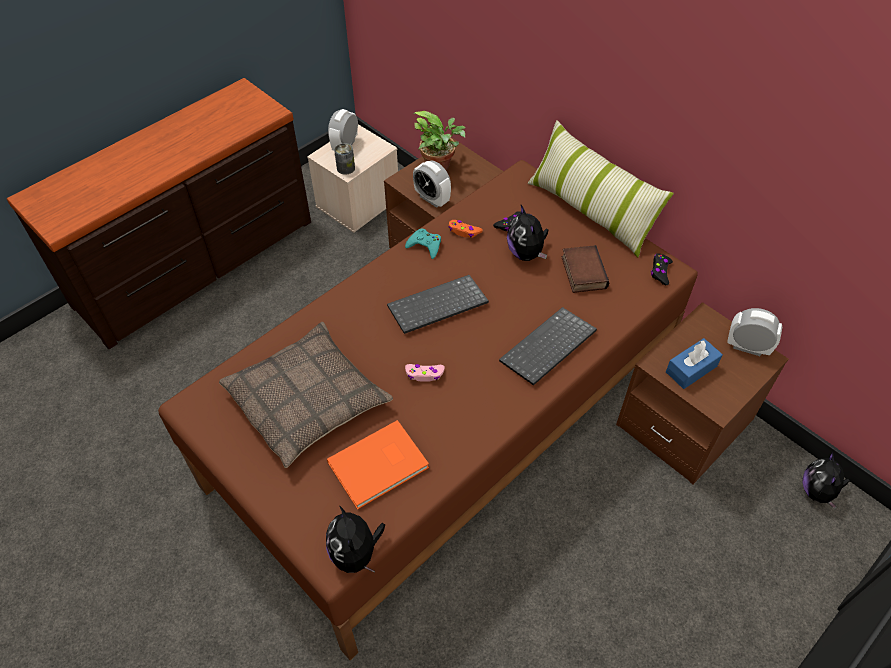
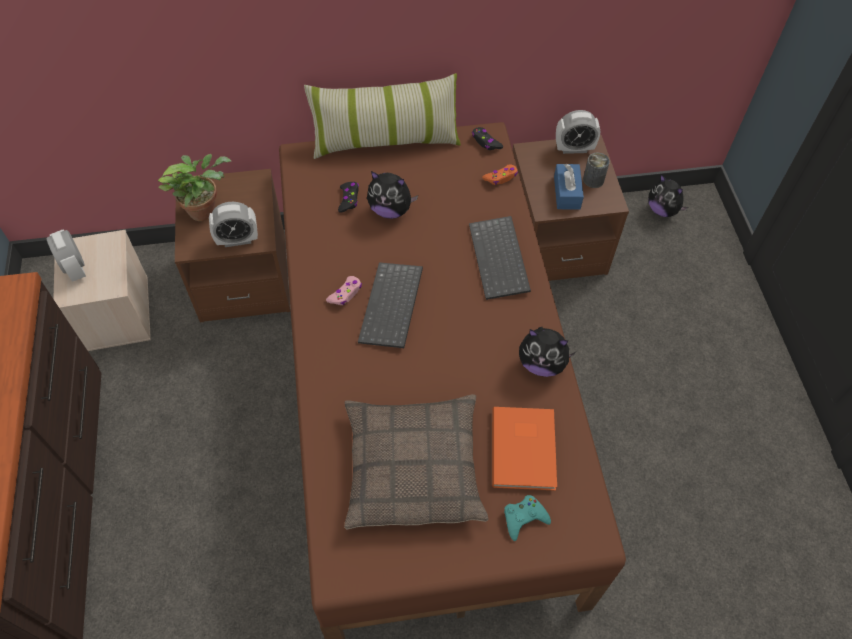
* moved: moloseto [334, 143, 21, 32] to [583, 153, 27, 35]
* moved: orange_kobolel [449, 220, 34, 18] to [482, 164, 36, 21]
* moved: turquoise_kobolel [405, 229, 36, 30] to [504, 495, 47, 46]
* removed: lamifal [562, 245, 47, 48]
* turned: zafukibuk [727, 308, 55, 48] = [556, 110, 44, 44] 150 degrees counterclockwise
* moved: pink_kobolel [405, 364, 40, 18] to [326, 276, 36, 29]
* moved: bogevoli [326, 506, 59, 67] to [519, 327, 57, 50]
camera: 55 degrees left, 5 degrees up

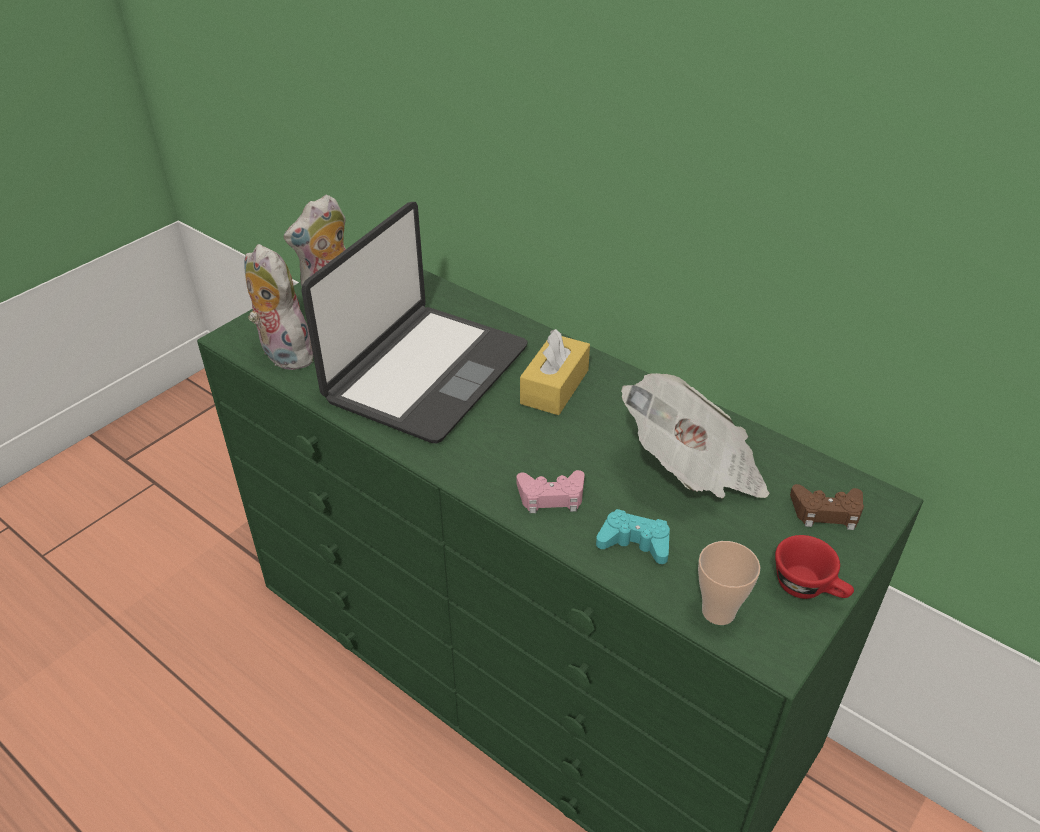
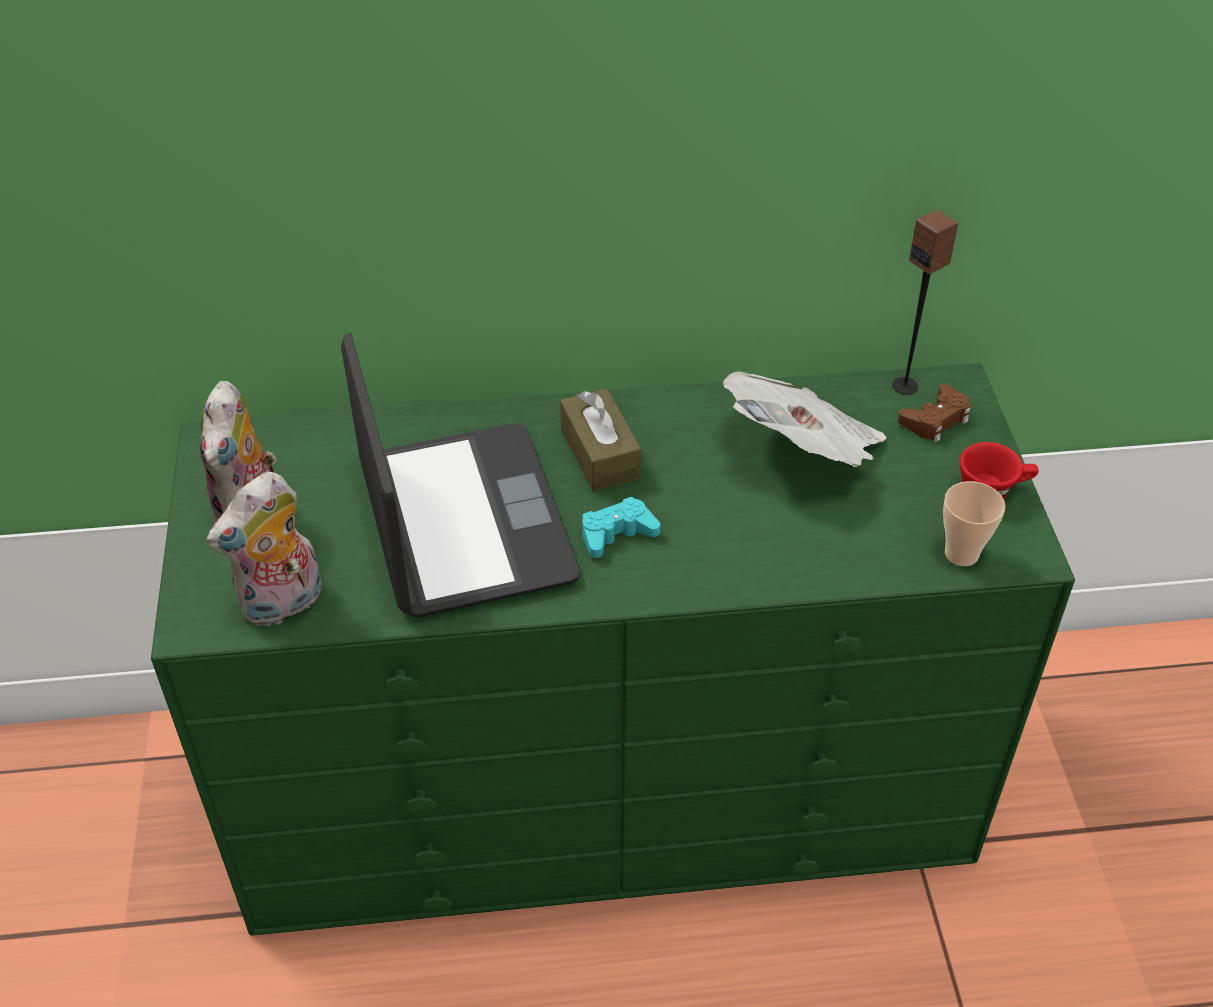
* turned: bogevoli [244, 244, 70, 126] = [206, 472, 116, 156] 45 degrees counterclockwise
* recoloured: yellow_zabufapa [520, 329, 70, 86] to brown_zabufapa [560, 389, 82, 103]
* removed: pink_kobolel [517, 470, 68, 43]
* moved: turquoise_kobolel [596, 509, 74, 55] to [582, 497, 78, 61]
* added: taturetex [892, 209, 67, 186]
camera: 45 degrees left, 5 degrees up

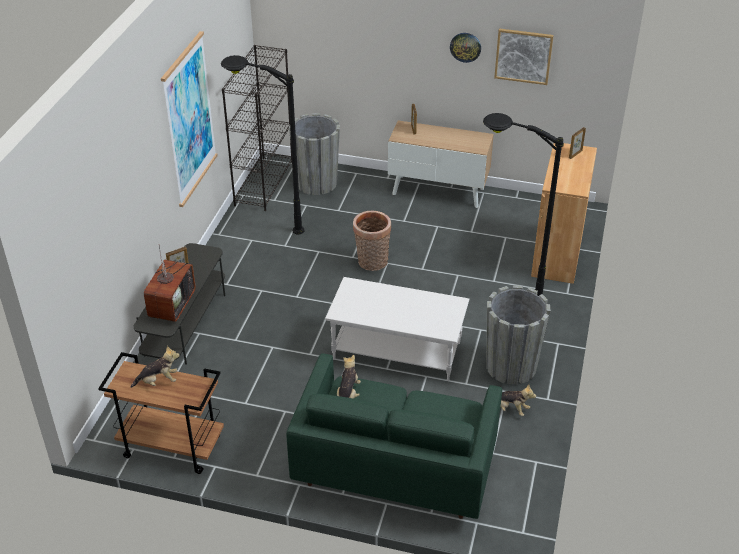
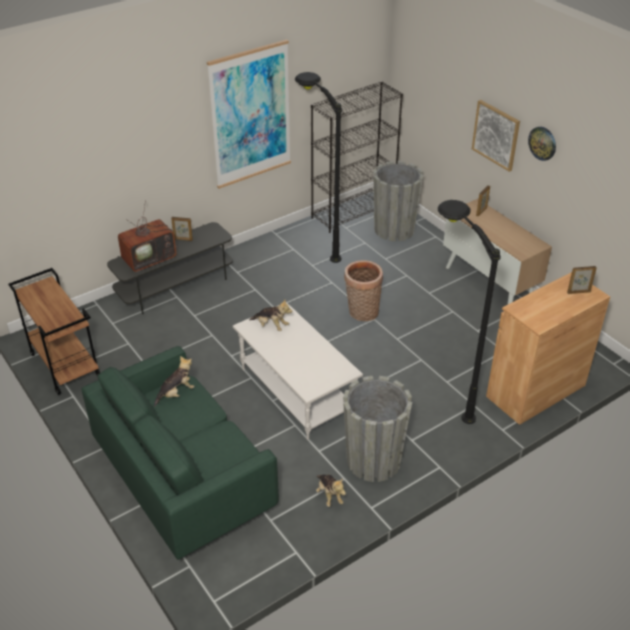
* moved: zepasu [494, 28, 60, 57] to [472, 100, 48, 72]
* moved: bogevoli [131, 346, 49, 42] to [249, 300, 44, 31]
camera: 40 degrees right, 0 degrees up

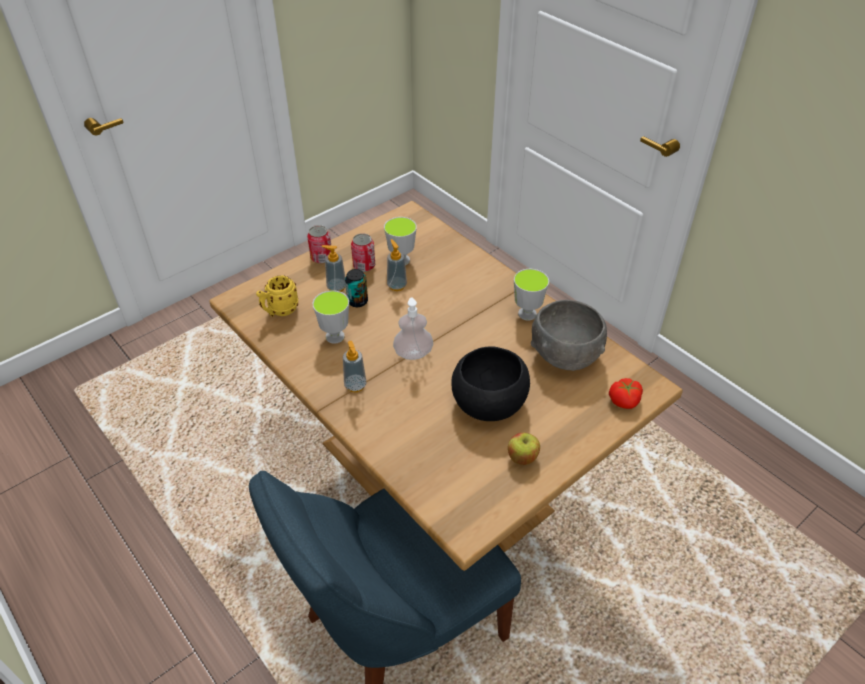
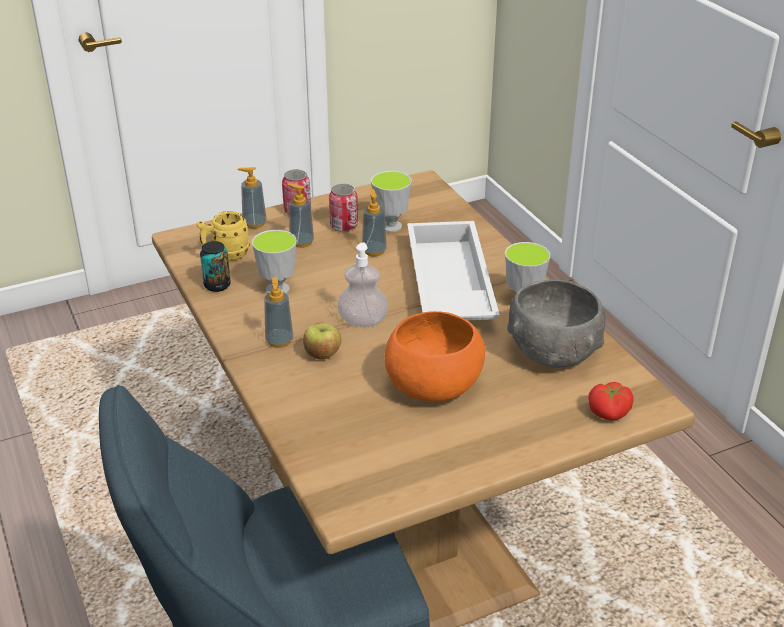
* moved: moloseto [345, 269, 23, 38] to [200, 241, 31, 51]
* recoloured: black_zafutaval [451, 346, 79, 75] to orange_zafutaval [384, 311, 101, 91]
* moved: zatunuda [508, 433, 32, 32] to [303, 323, 38, 37]
* added: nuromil [237, 167, 30, 62]
* added: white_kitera [407, 221, 93, 99]
camera: 15 degrees right, 10 degrees down

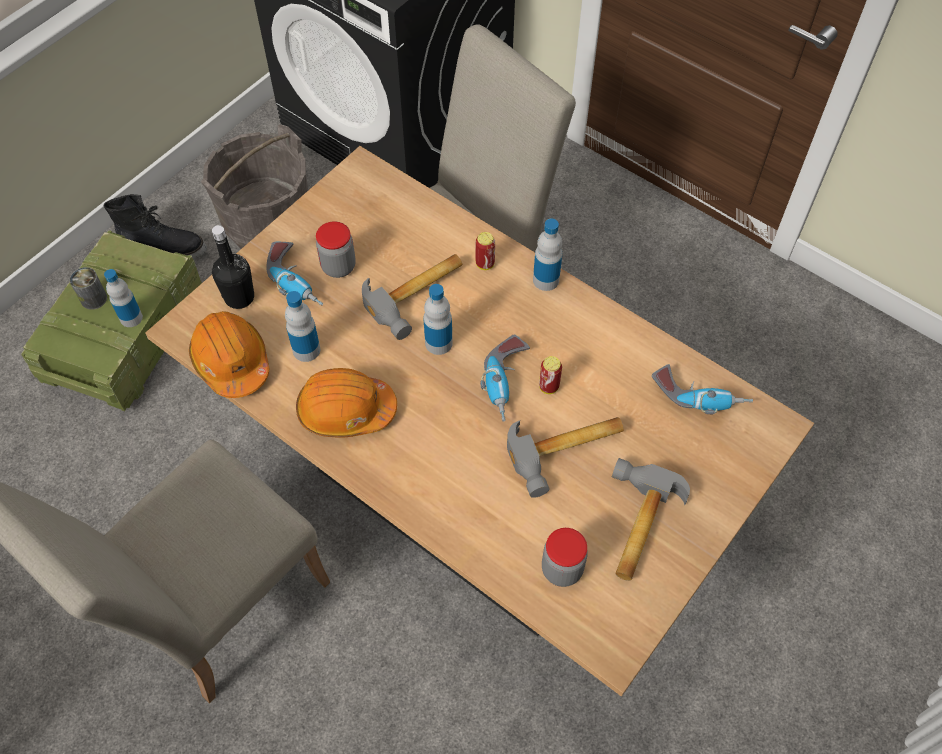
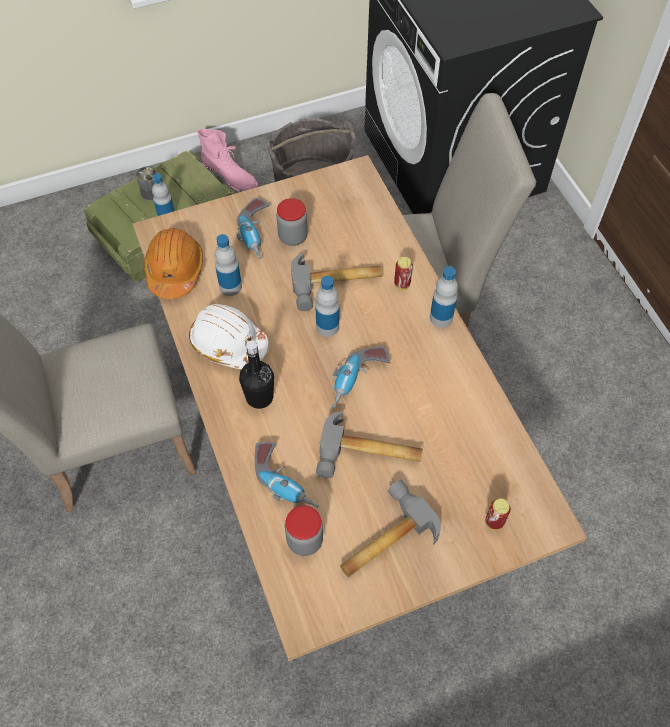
* recoloured: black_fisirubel [104, 194, 103, 66] to pink_fisirubel [197, 129, 61, 64]
* moved: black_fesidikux [212, 225, 42, 84] to [239, 340, 35, 69]
* moved: moloseto [539, 356, 23, 38] to [485, 499, 26, 31]
* moved: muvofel [652, 364, 101, 50] to [255, 442, 64, 66]
* recoloured: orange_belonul [296, 368, 101, 70] to white_belonul [189, 304, 80, 65]
camera: 30 degrees right, 0 degrees up

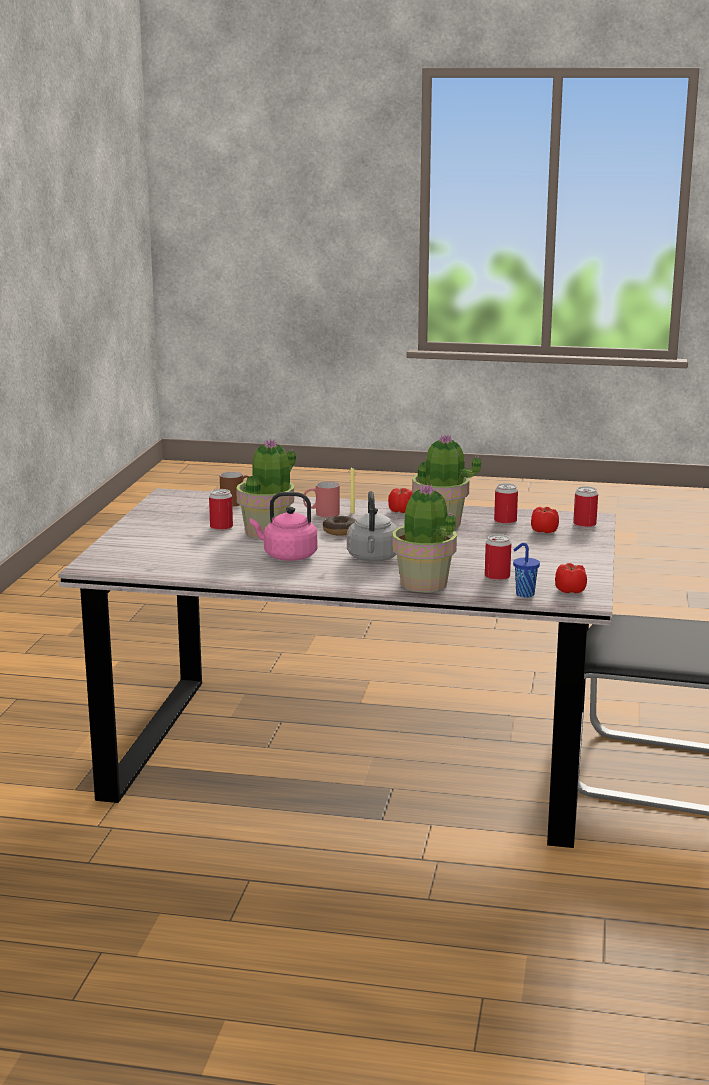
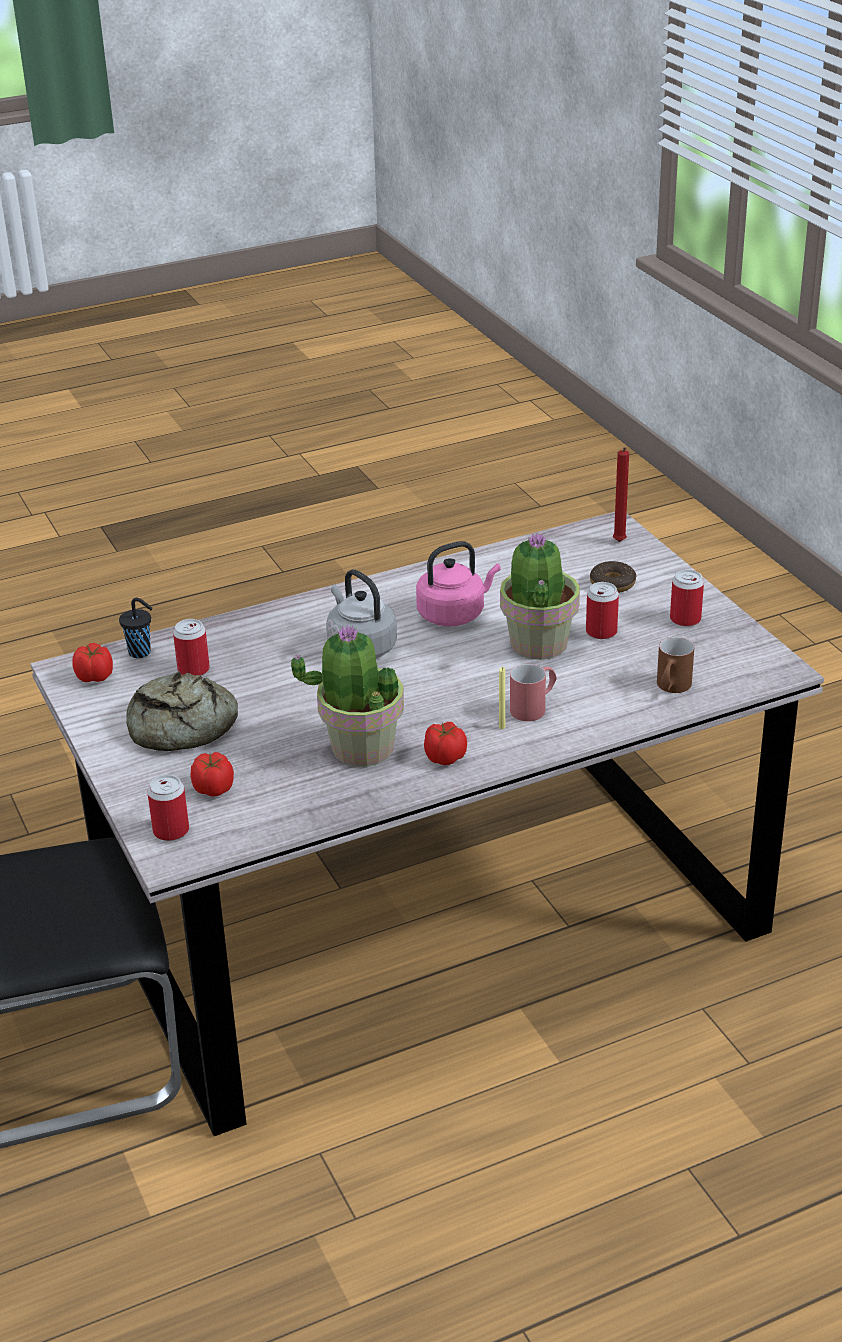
* moved: moloseto [494, 483, 24, 41] to [670, 569, 34, 58]
* removed: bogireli [392, 484, 65, 108]
* moved: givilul [323, 516, 33, 20] to [590, 561, 46, 32]
* recoloured: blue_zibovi [513, 543, 27, 54] to black_zibovi [119, 598, 34, 60]
* added: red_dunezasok [613, 447, 16, 95]
* added: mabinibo [126, 671, 112, 80]
camera: 145 degrees right, 15 degrees up

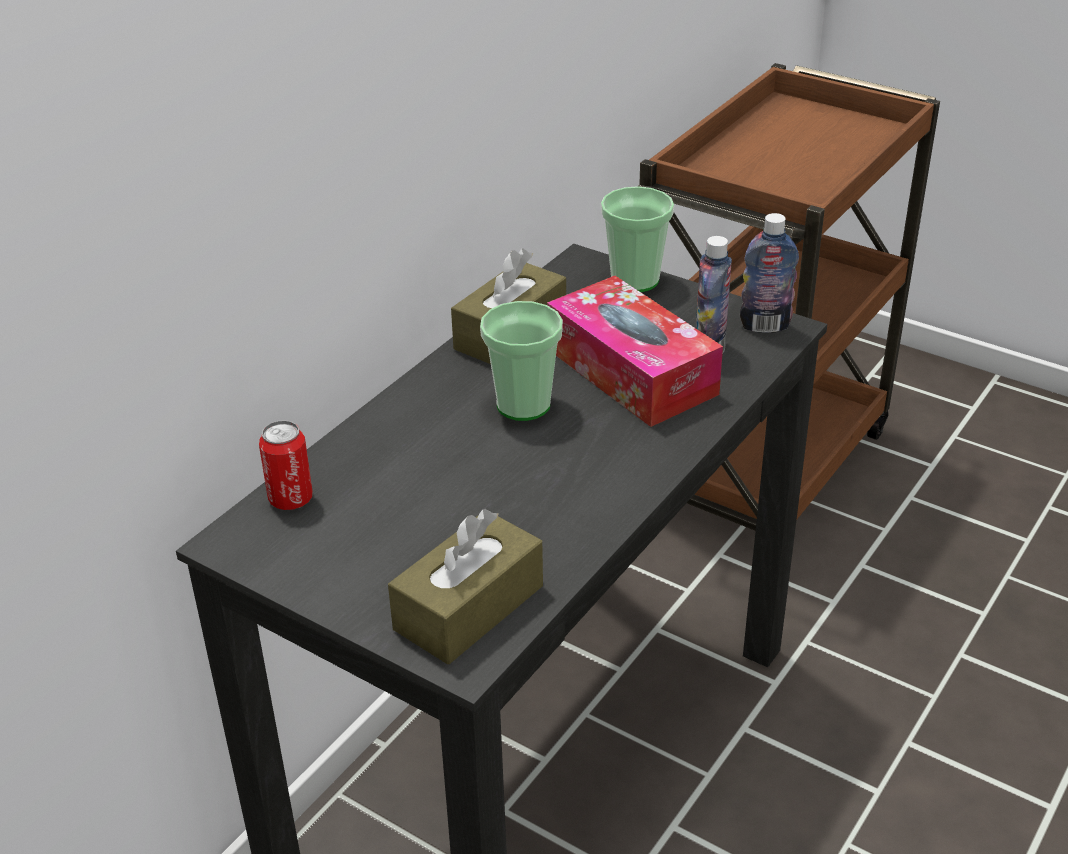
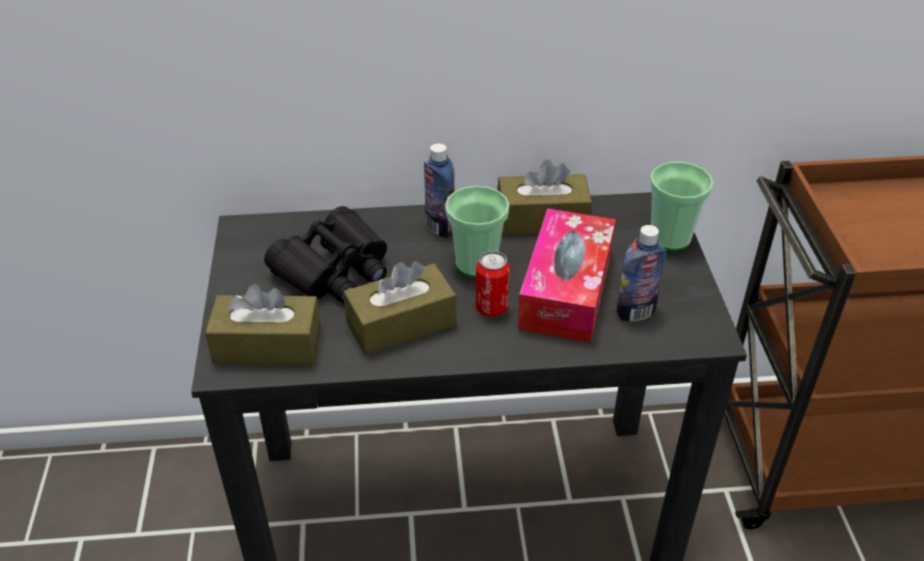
* moved: fesidikux [740, 213, 59, 120] to [424, 143, 30, 95]
* moved: moloseto [259, 420, 54, 90] to [476, 251, 34, 65]
* added: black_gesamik [264, 206, 123, 97]
* added: brown_zabufapa [343, 261, 113, 94]
camera: 50 degrees right, 5 degrees up

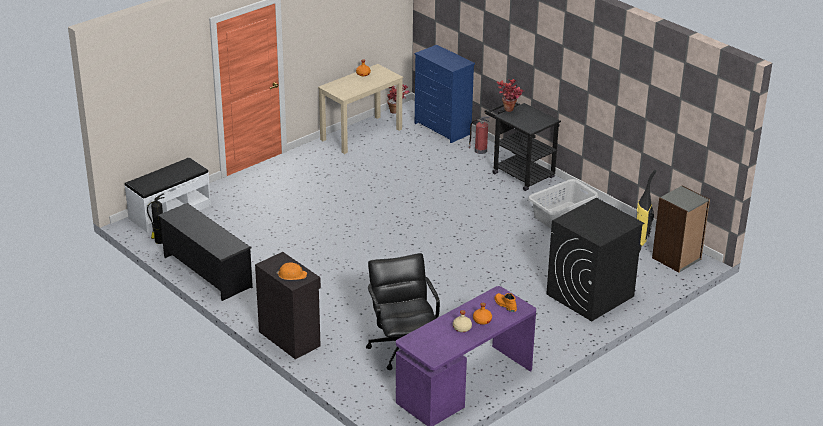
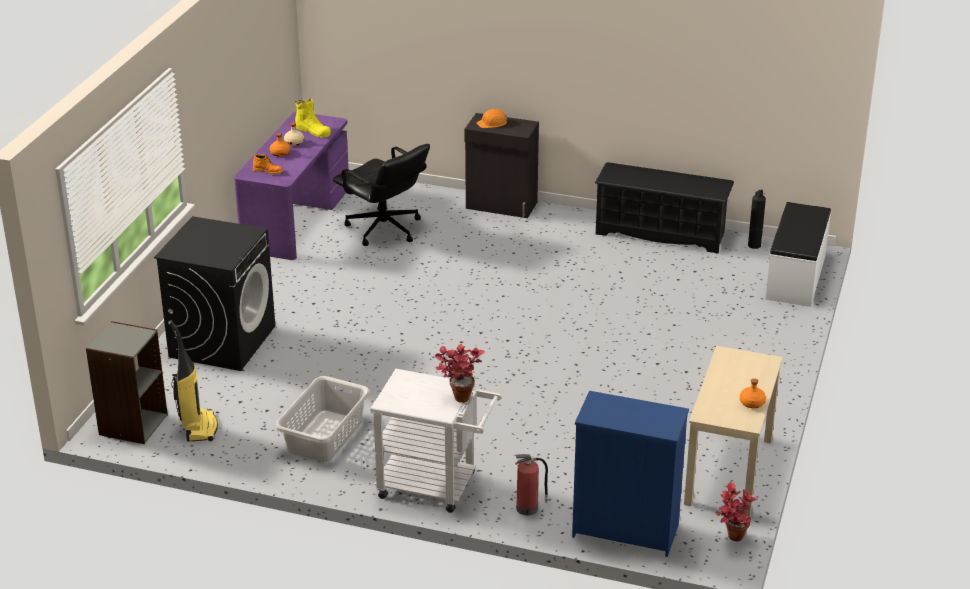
* recoloured: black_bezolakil [484, 102, 77, 89] to white_bezolakil [370, 369, 132, 144]
* added: yellow_fisirubel [295, 98, 36, 40]
camera: 150 degrees right, 0 degrees up

